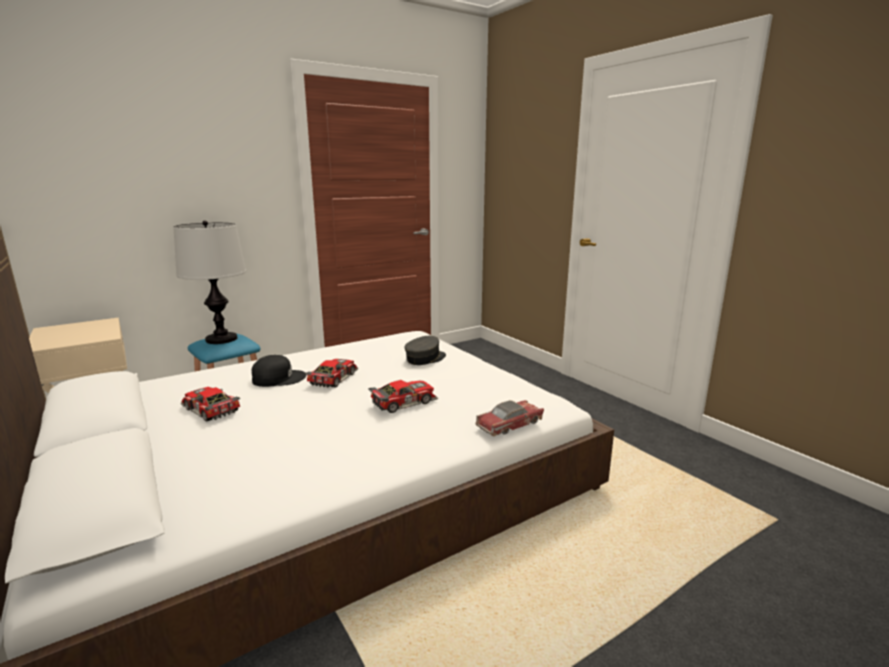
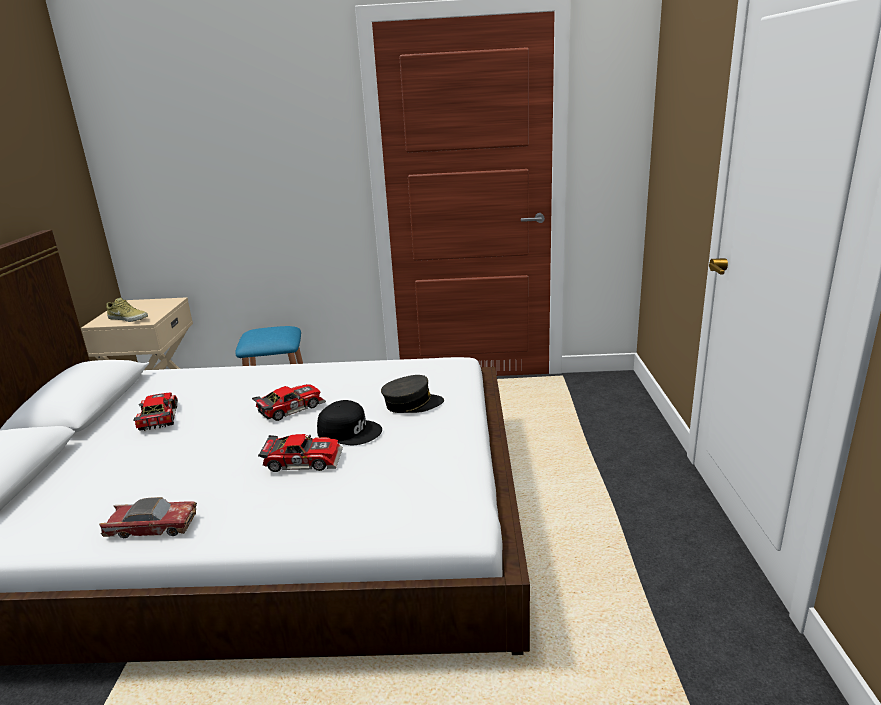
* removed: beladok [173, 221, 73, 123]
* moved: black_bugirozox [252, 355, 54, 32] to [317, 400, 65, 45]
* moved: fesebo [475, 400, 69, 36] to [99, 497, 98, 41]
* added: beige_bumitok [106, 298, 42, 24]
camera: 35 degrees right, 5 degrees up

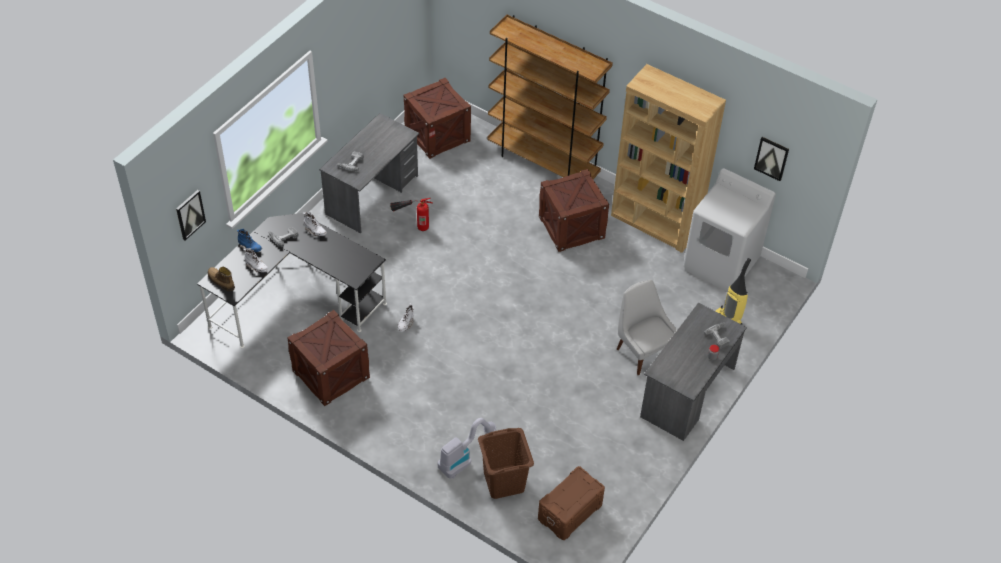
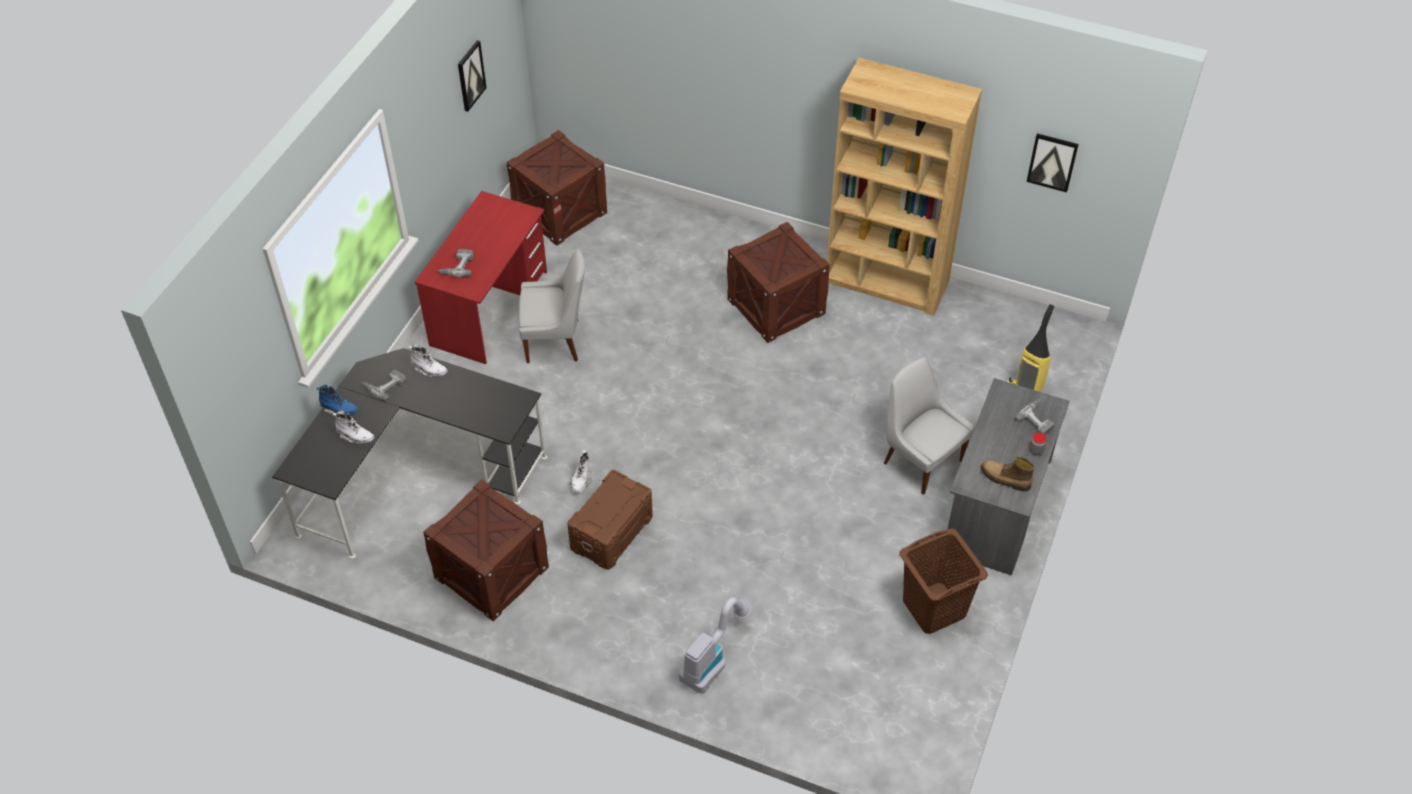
* removed: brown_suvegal [487, 15, 126, 164]
* recoloured: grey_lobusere [320, 113, 99, 120] to red_lobusere [415, 191, 132, 173]
* removed: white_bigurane [683, 168, 93, 124]
* moved: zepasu [176, 190, 30, 50] to [458, 40, 29, 72]
* replaced: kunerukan [390, 198, 43, 33] to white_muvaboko [519, 249, 66, 114]
* moved: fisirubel [208, 267, 27, 24] to [980, 457, 55, 35]
* moved: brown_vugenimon [478, 428, 56, 71] to [899, 528, 89, 106]
* moved: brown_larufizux [538, 466, 67, 74] to [567, 470, 86, 100]
camera: 10 degrees left, 0 degrees up

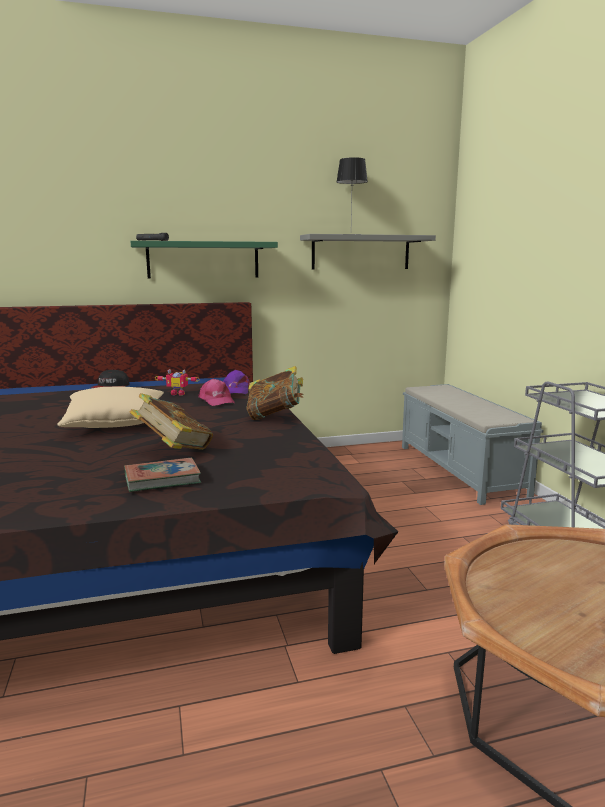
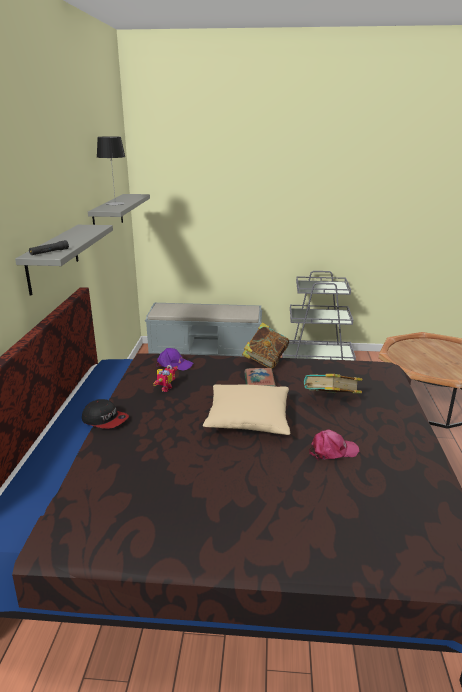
* recoloured: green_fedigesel [130, 241, 148, 37] to grey_fedigesel [15, 225, 98, 70]
* moved: pink_bugirozox [198, 379, 36, 27] to [309, 429, 50, 31]
* moved: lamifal [124, 458, 77, 34] to [244, 368, 32, 18]
camera: 70 degrees left, 10 degrees up

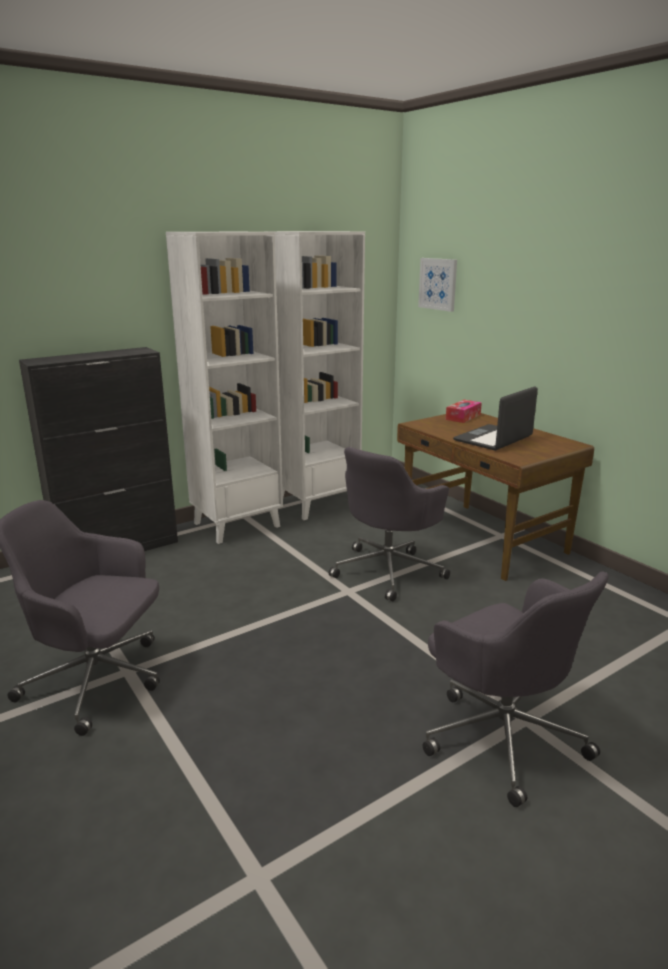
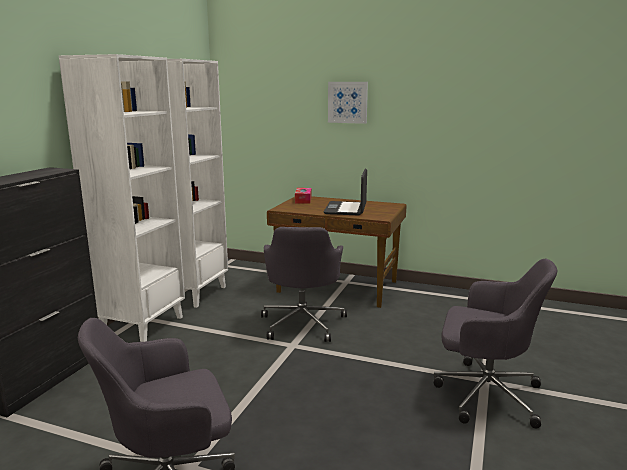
* moved: zepasu [418, 258, 39, 54] to [328, 82, 40, 42]
camera: 35 degrees left, 5 degrees down

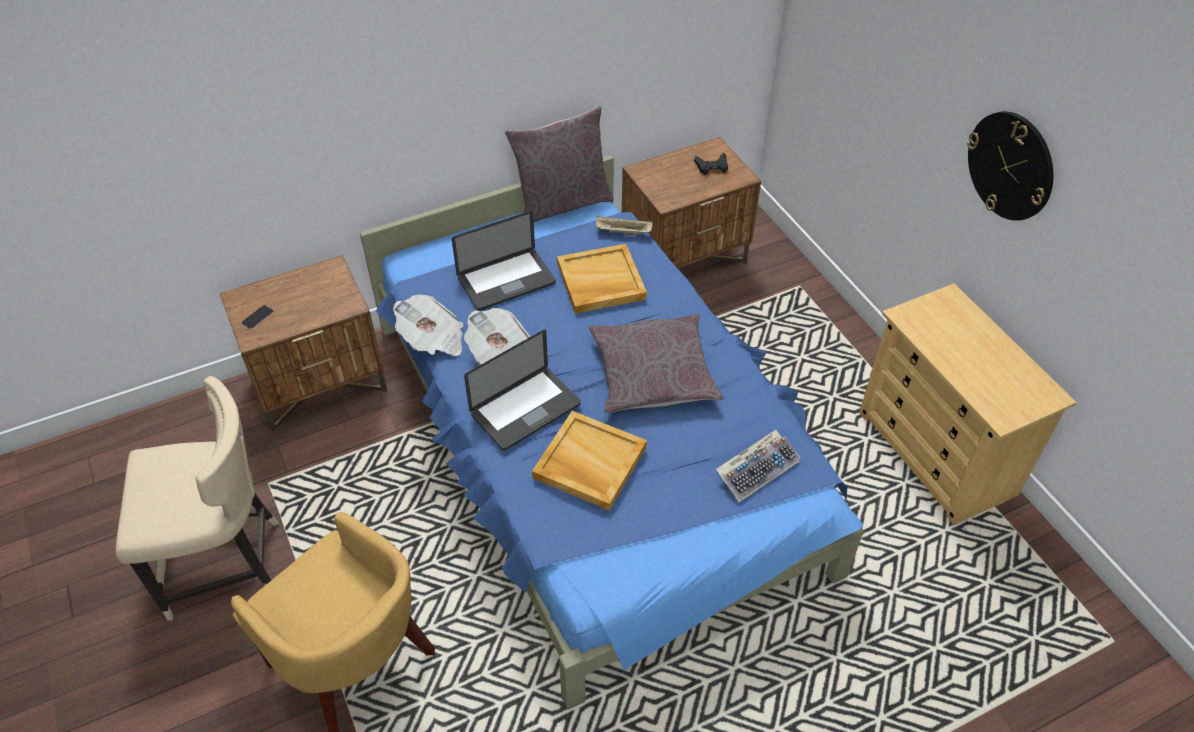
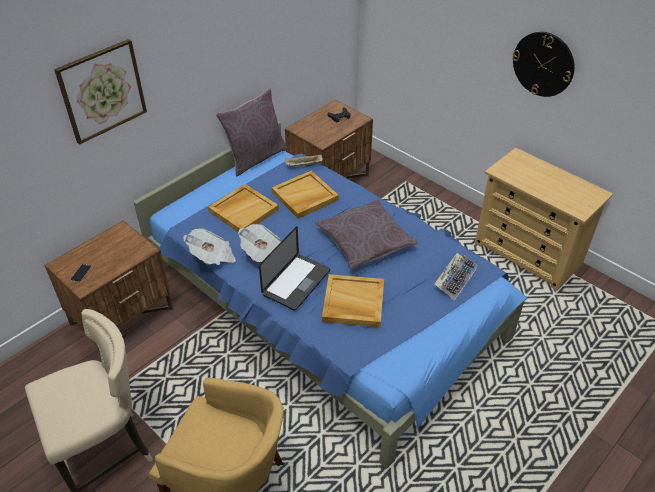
* replaced: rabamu [452, 211, 104, 100] to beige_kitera [208, 184, 71, 48]
* added: zepasu [54, 39, 93, 106]
camera: 20 degrees left, 5 degrees down

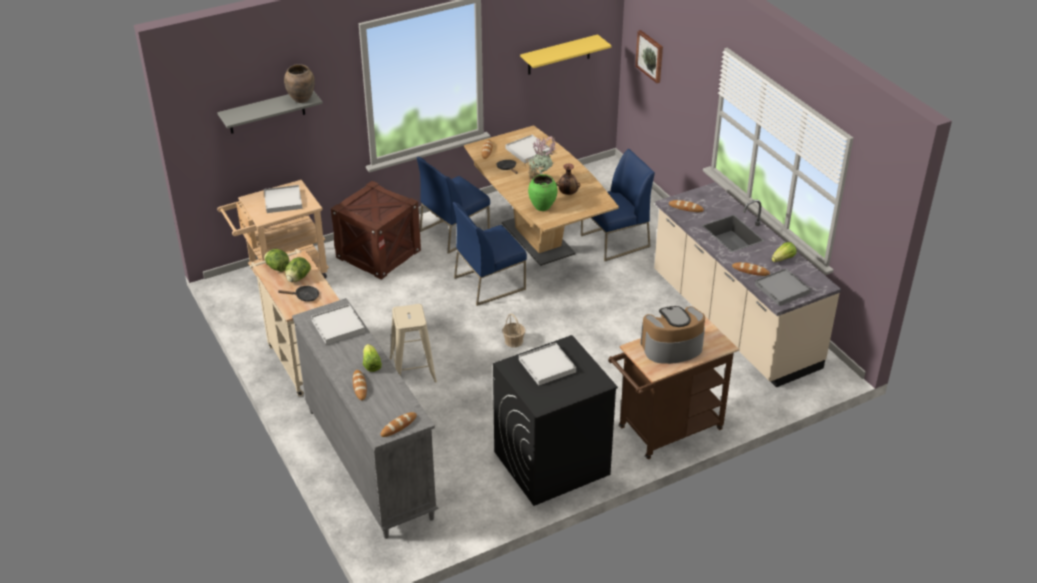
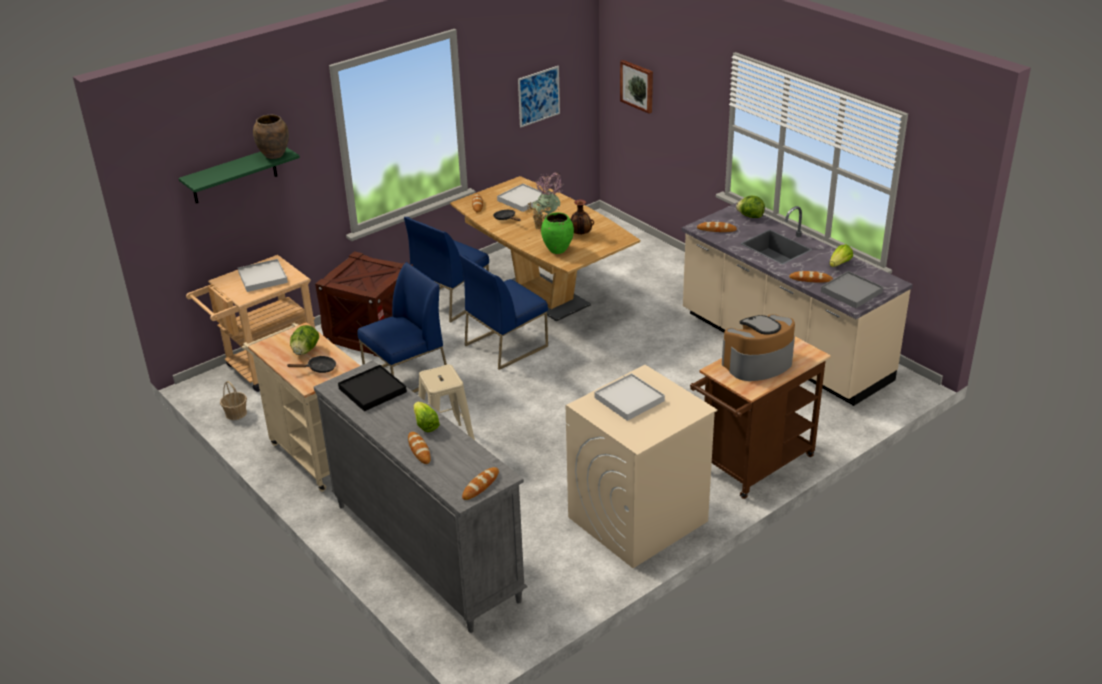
* replaced: yellow_fedigesel [520, 34, 92, 41] to zepasu [518, 66, 42, 61]
* recoloured: grey_fedigesel [217, 91, 106, 43] to green_fedigesel [179, 148, 121, 55]
* moved: blue_muvaboko [580, 149, 75, 112] to [357, 262, 90, 131]
* moved: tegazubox [264, 249, 25, 23] to [736, 196, 29, 22]
* recoloured: white_kitera [311, 304, 54, 41] to black_kitera [338, 365, 69, 46]
* moved: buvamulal [502, 313, 23, 35] to [220, 381, 27, 39]
* recoloured: black_bigurane [493, 335, 125, 171] to beige_bigurane [566, 365, 151, 203]
camera: 10 degrees left, 5 degrees down

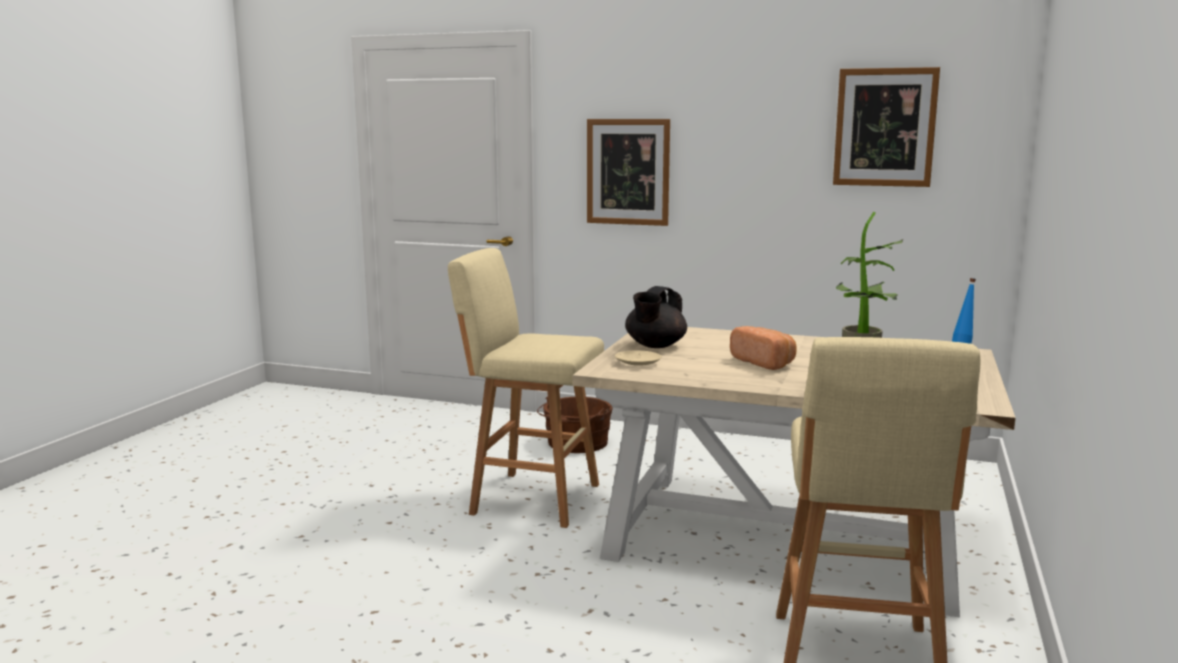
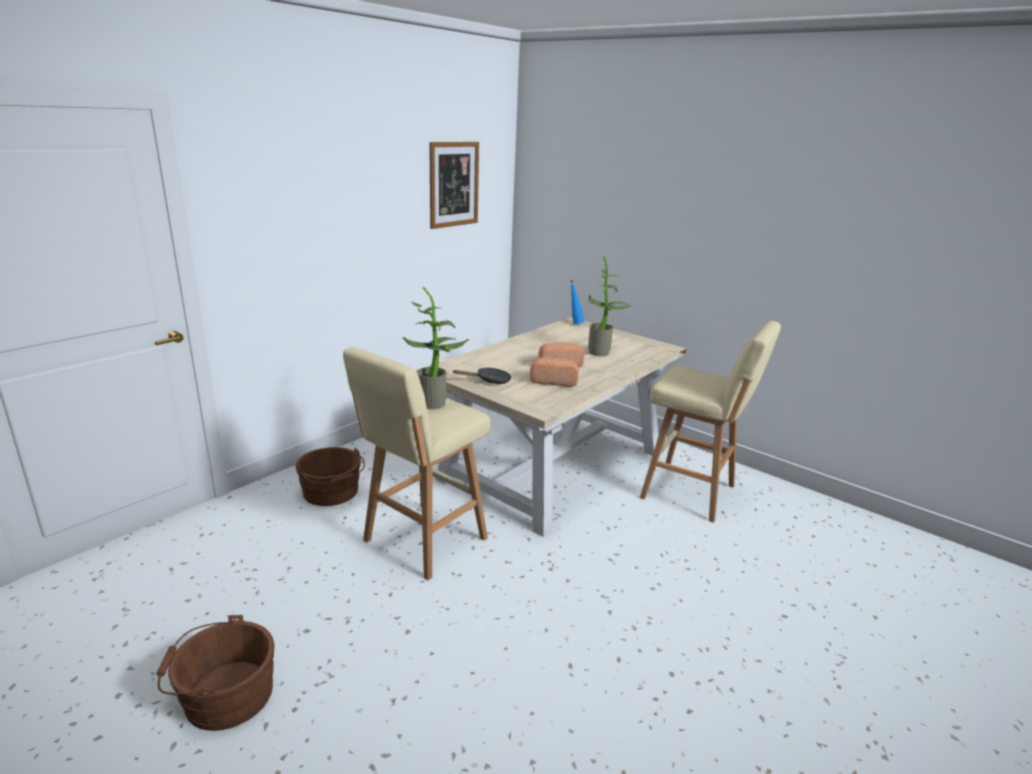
* removed: zepasu [587, 119, 83, 107]
* replaced: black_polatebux [625, 286, 62, 62] to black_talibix [453, 368, 59, 16]
* removed: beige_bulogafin [615, 351, 46, 15]
* added: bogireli [403, 287, 66, 122]
* added: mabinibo [530, 357, 49, 30]
* added: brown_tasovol [157, 615, 118, 116]
camera: 70 degrees left, 10 degrees up

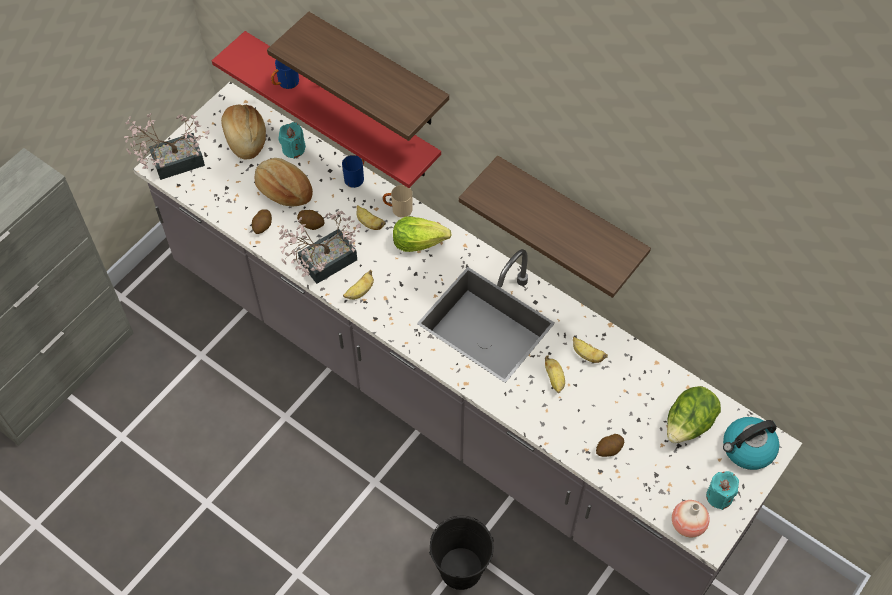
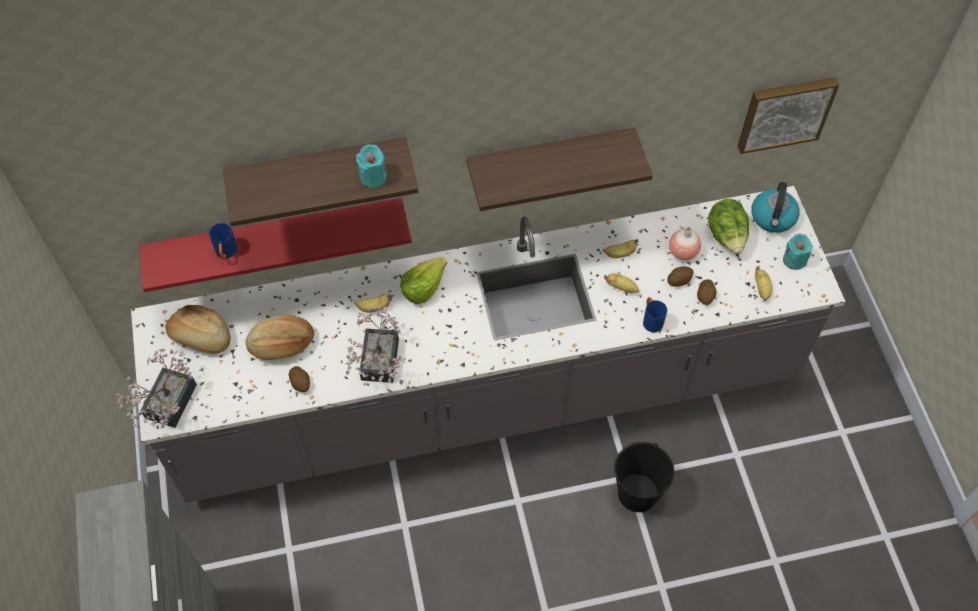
* moved: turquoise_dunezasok [278, 122, 28, 37] to [356, 144, 31, 44]
* moved: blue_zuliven [342, 155, 22, 33] to [643, 297, 24, 35]
* removed: beige_zuliven [383, 185, 30, 33]
* moved: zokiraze [297, 210, 28, 20] to [667, 266, 26, 21]
* moved: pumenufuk [343, 270, 31, 30] to [755, 266, 17, 35]
* moved: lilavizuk [672, 500, 38, 37] to [669, 227, 32, 33]
* added: zepasu [737, 77, 102, 77]
camera: 50 degrees left, 0 degrees up

